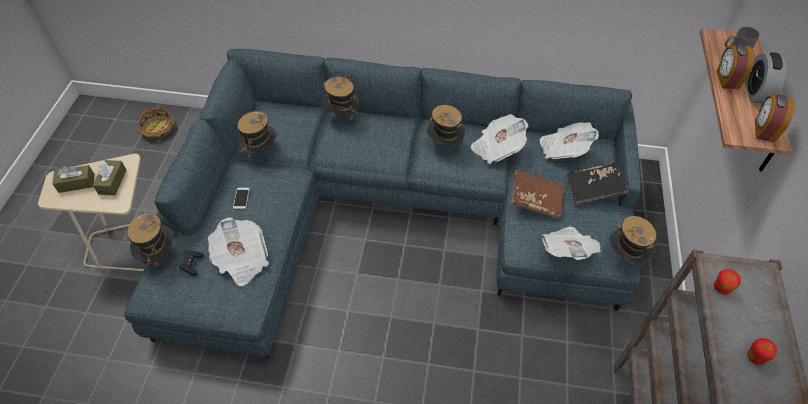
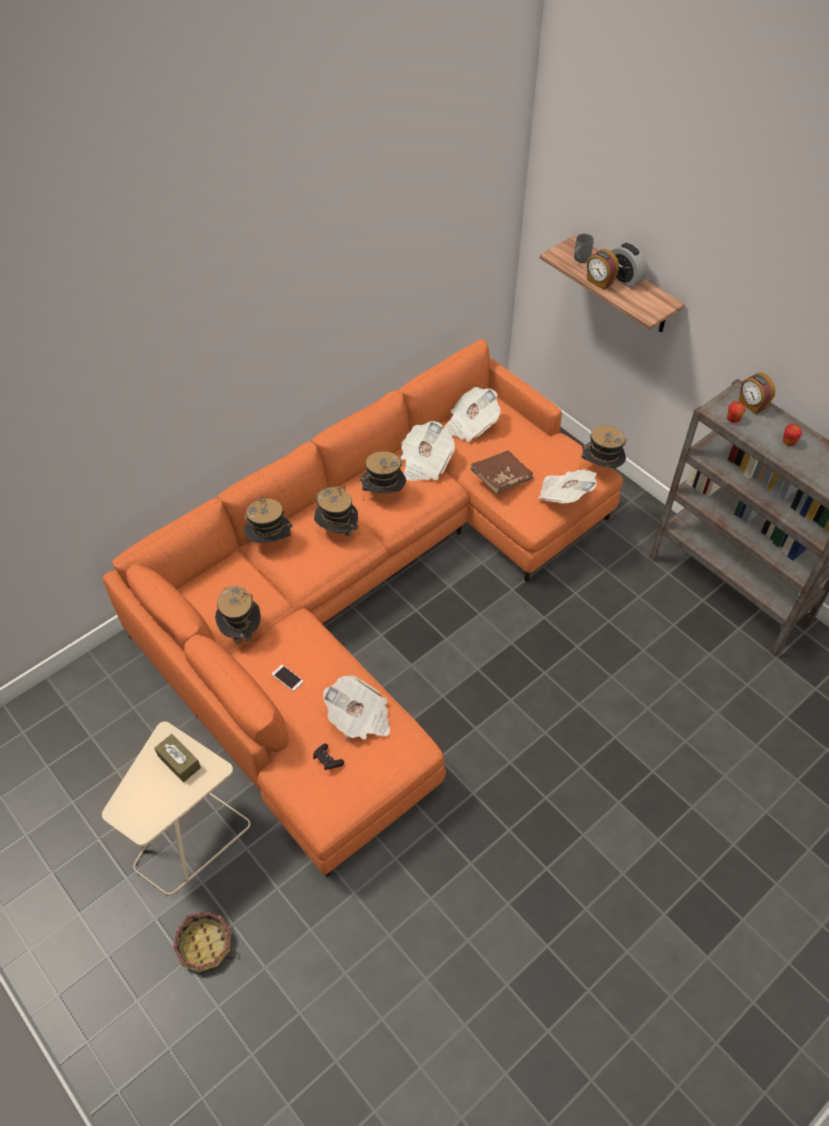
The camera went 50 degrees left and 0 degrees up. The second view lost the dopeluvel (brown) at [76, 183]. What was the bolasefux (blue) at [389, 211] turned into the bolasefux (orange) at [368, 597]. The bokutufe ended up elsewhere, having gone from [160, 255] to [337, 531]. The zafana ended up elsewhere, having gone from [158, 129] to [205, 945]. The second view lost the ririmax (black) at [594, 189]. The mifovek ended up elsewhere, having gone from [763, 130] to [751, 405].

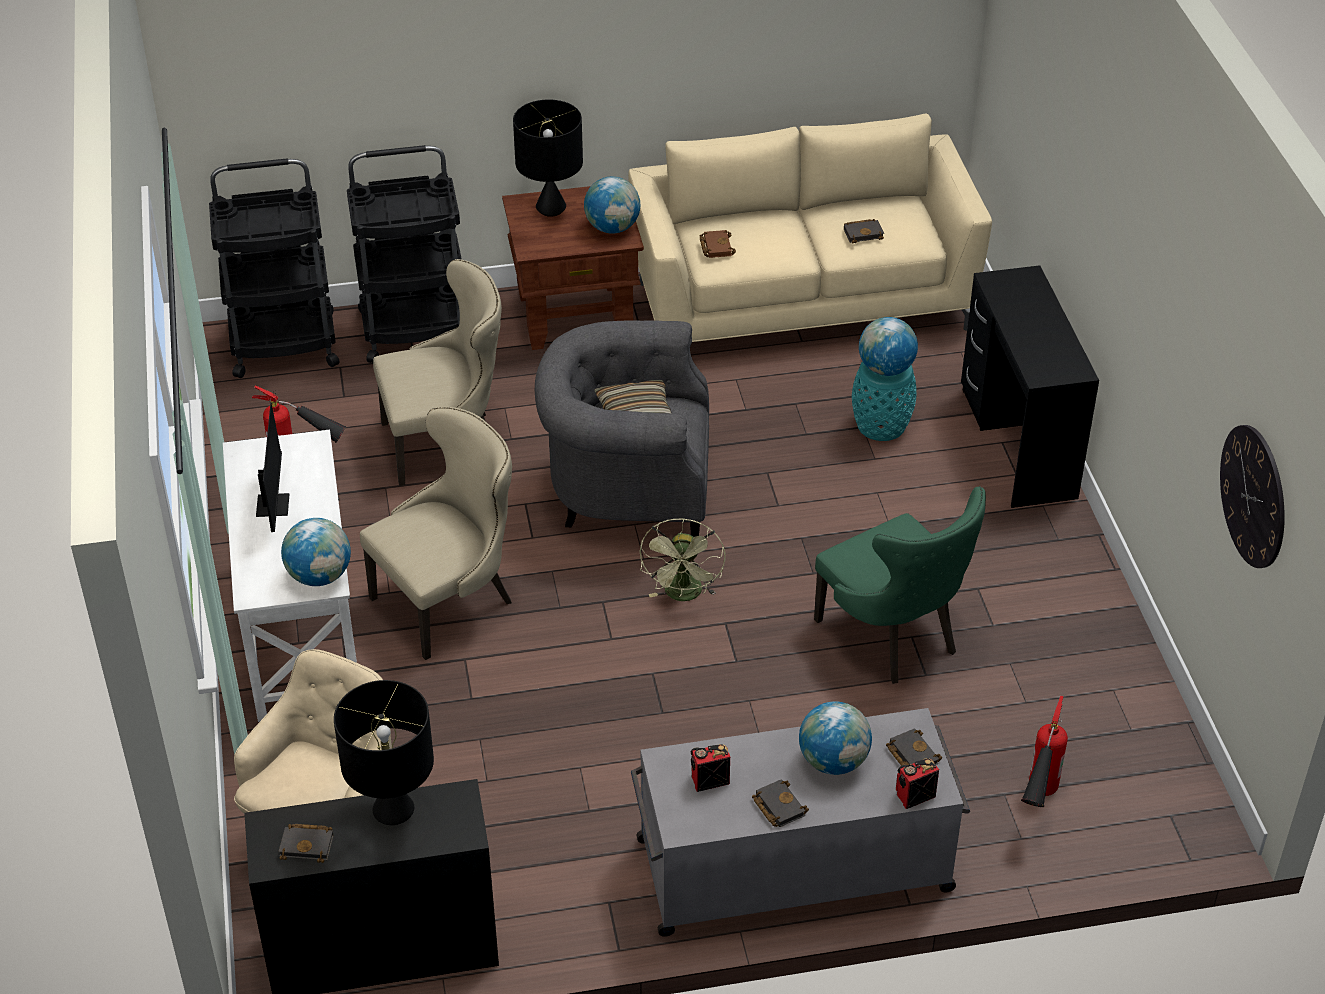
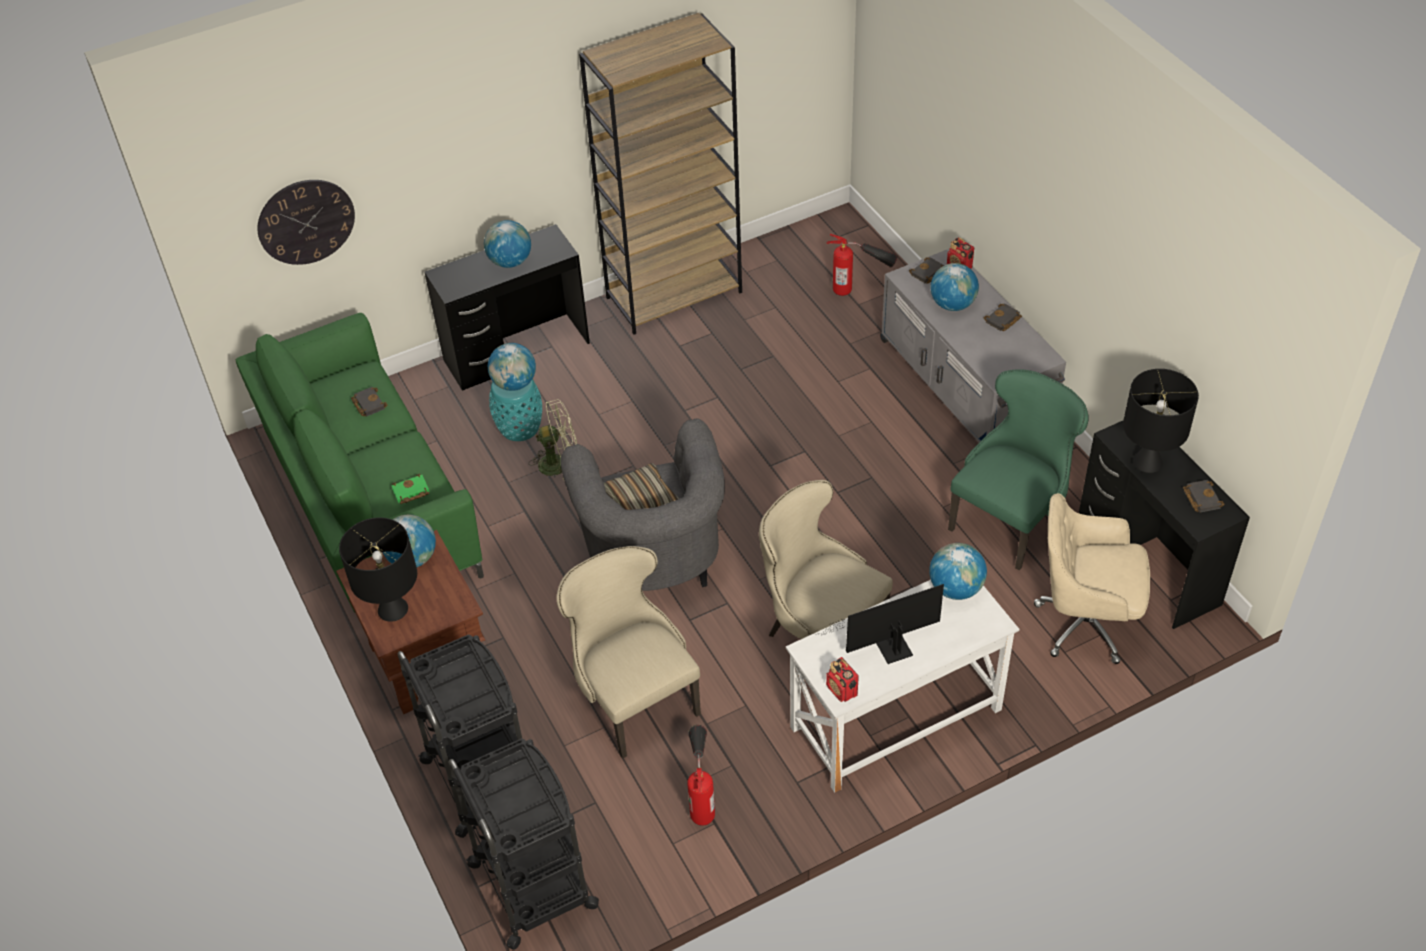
The camera went 105 degrees left and 5 degrees up. What was the bolasefux (beige) at [802, 303] turned into the bolasefux (green) at [371, 507]. The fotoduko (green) ended up elsewhere, having gone from [684, 595] to [559, 463]. The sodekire ended up elsewhere, having gone from [709, 780] to [842, 691]. What was the ririmax (brown) at [715, 246] turned into the ririmax (green) at [410, 492]. The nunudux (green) ended up elsewhere, having gone from [893, 636] to [1010, 520]. The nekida ended up elsewhere, having gone from [1253, 496] to [306, 221]. The second view gained the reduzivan at [510, 261]. The second view gained the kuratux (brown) at [674, 294].

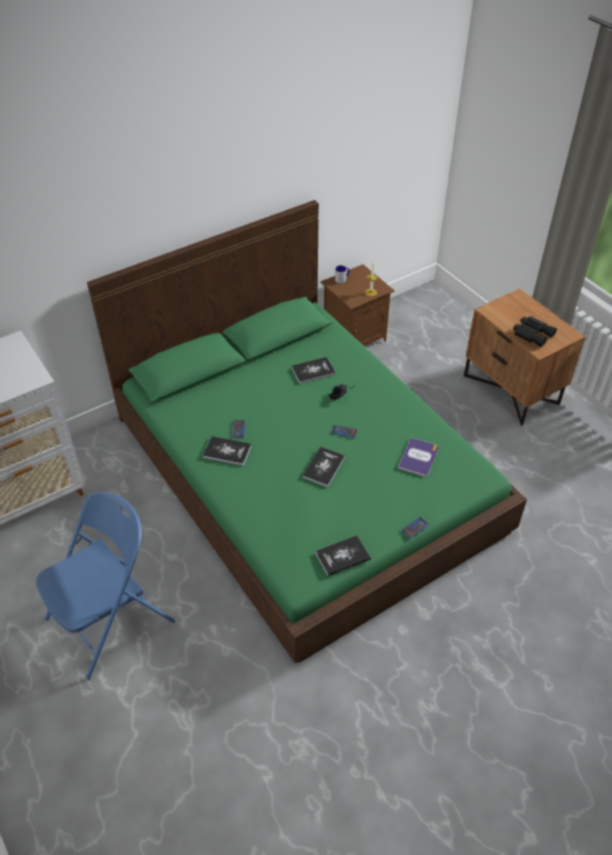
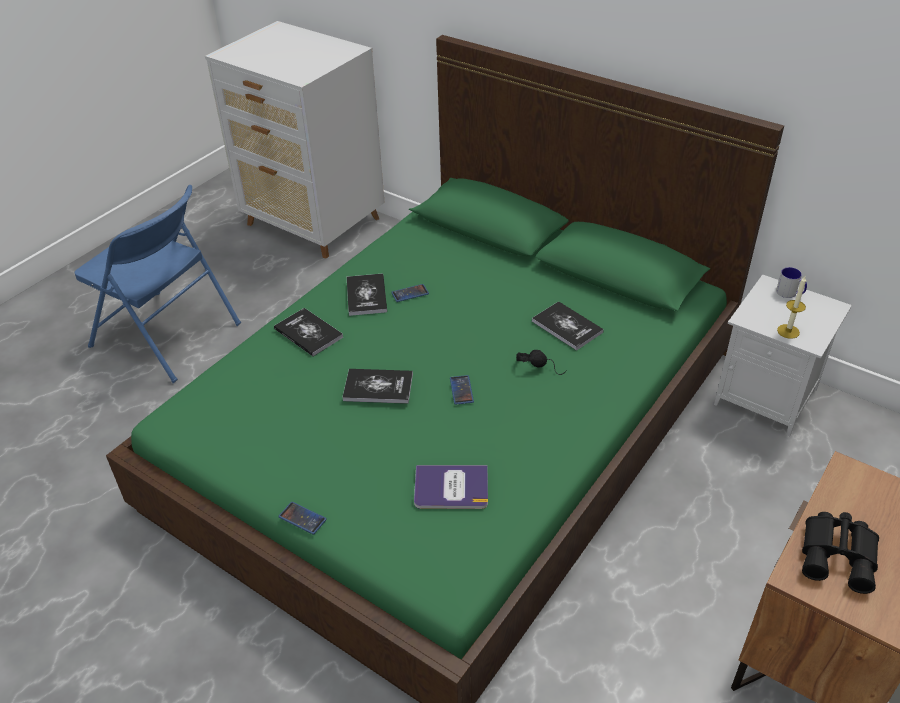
The camera went 70 degrees right and 5 degrees down. The ririmax ended up elsewhere, having gone from [342, 556] to [308, 333]. What was the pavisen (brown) at [354, 335] turned into the pavisen (grey) at [768, 396].

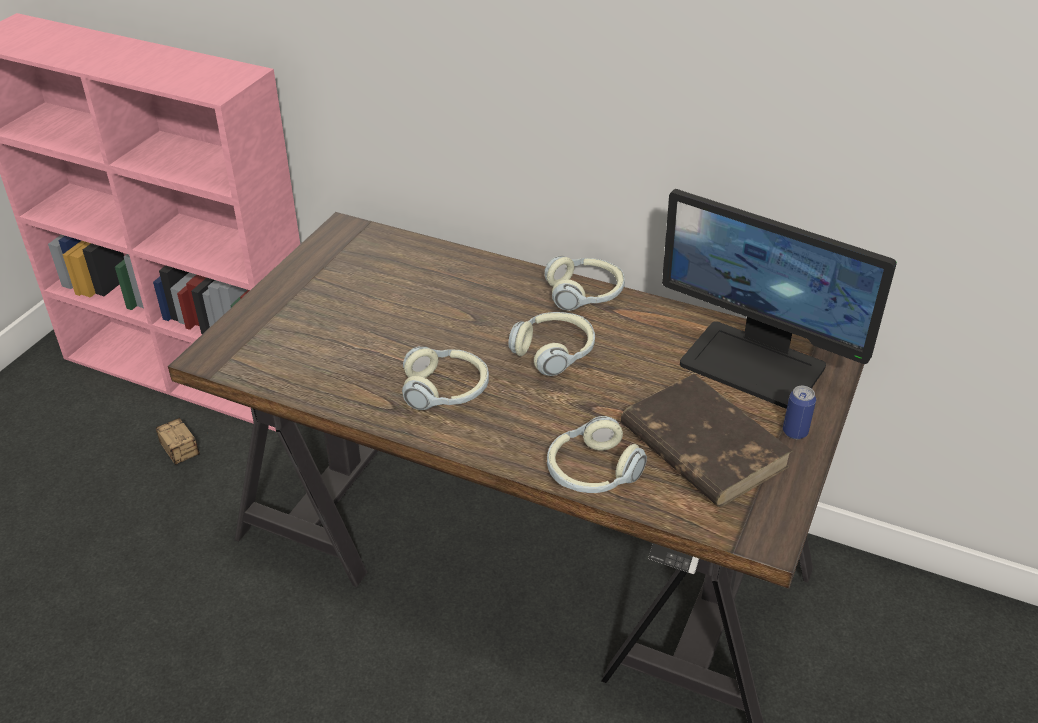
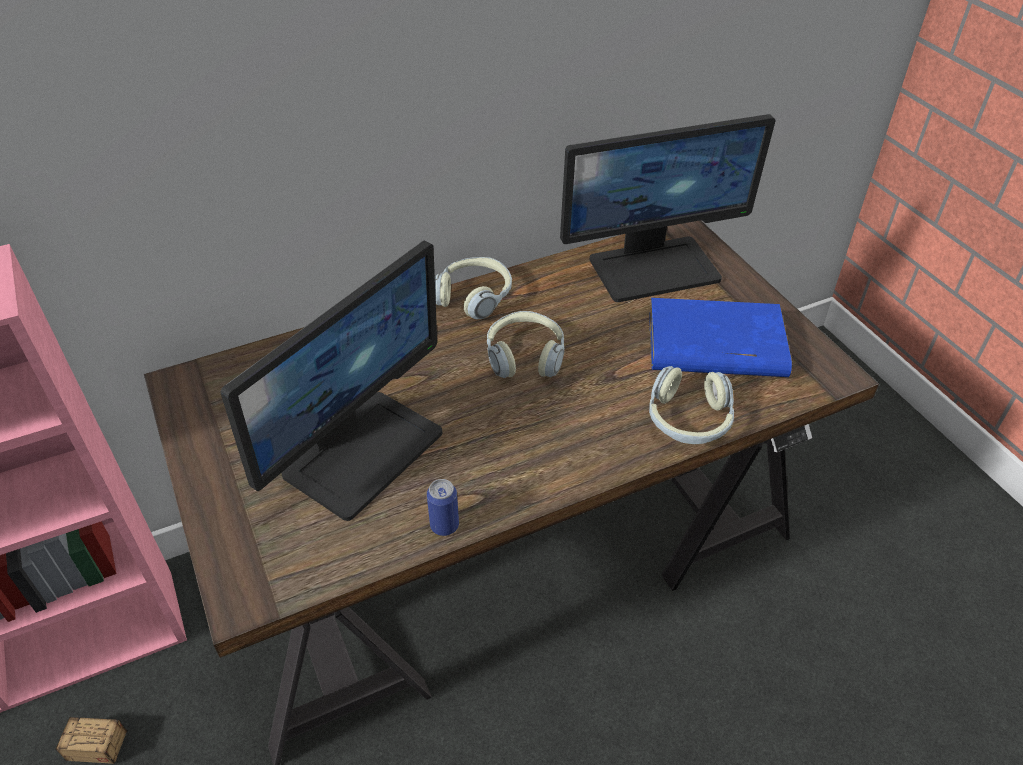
The camera went 50 degrees left and 5 degrees up. The second view lost the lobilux at [446, 390]. What was the ririmax (brown) at [701, 445] turned into the ririmax (blue) at [714, 345]. The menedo ended up elsewhere, having gone from [795, 432] to [444, 526]. The second view gained the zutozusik at [362, 451].

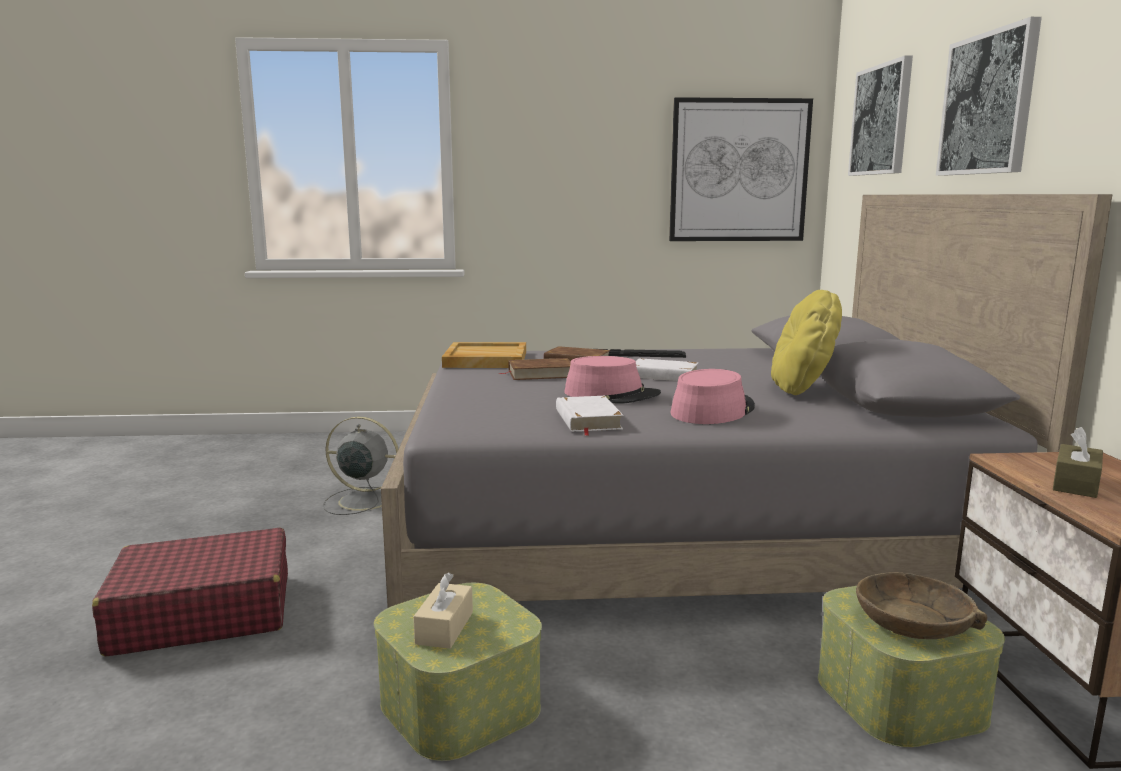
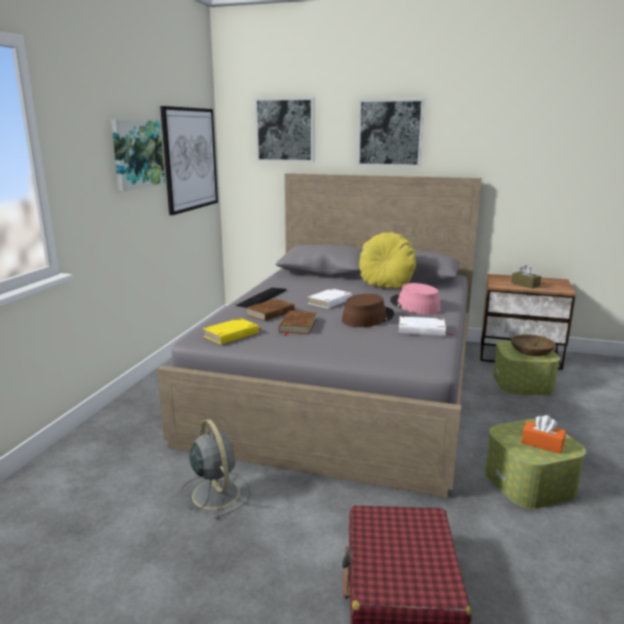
The camera went 70 degrees left and 5 degrees up. The fotoduko (grey) at [362, 500] ended up facing another way, 120 degrees clockwise from before. What was the dopeluvel (beige) at [444, 628] turned into the dopeluvel (orange) at [542, 444]. Where the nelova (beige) stood at [485, 359], the ririmax (yellow) came to stand at [231, 334]. What was the bokutufe (pink) at [612, 394] turned into the bokutufe (brown) at [367, 318]. The second view gained the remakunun at [137, 154].

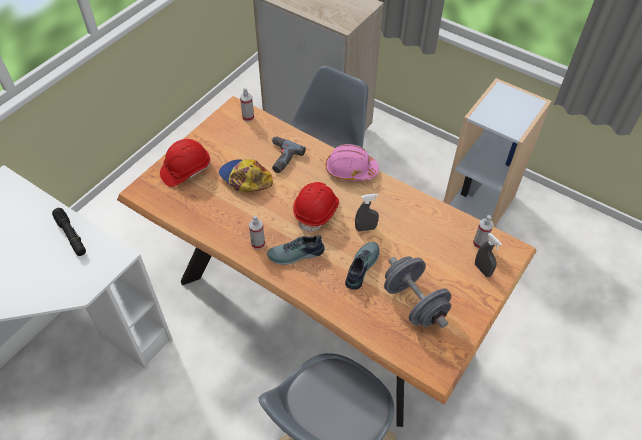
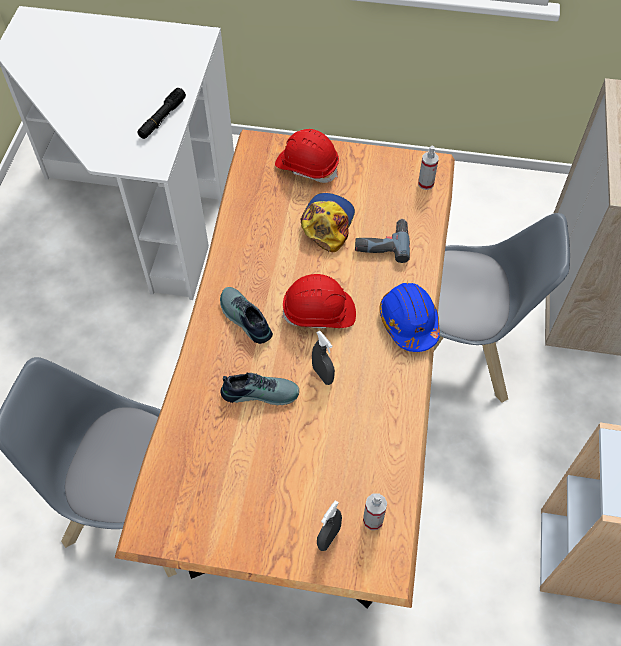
The camera went 65 degrees right and 5 degrees up. The second view lost the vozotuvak at [258, 243]. What was the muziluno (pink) at [350, 170] turned into the muziluno (blue) at [409, 322]. The second view lost the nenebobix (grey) at [414, 303].

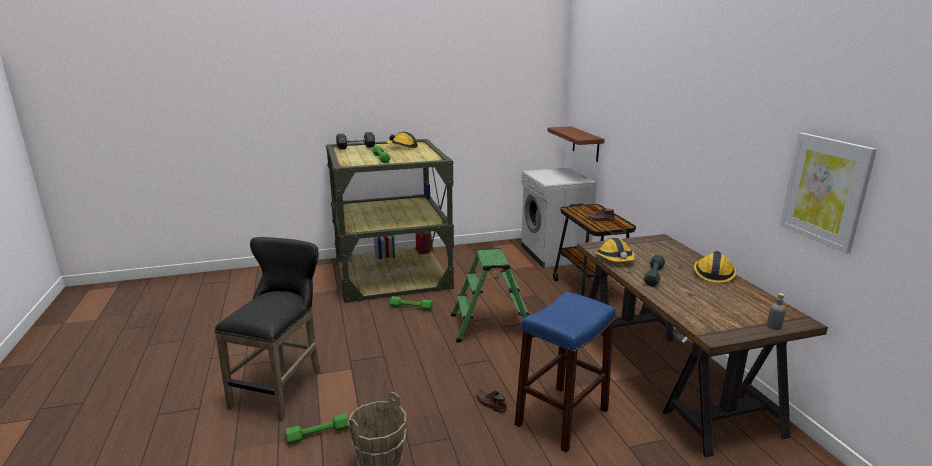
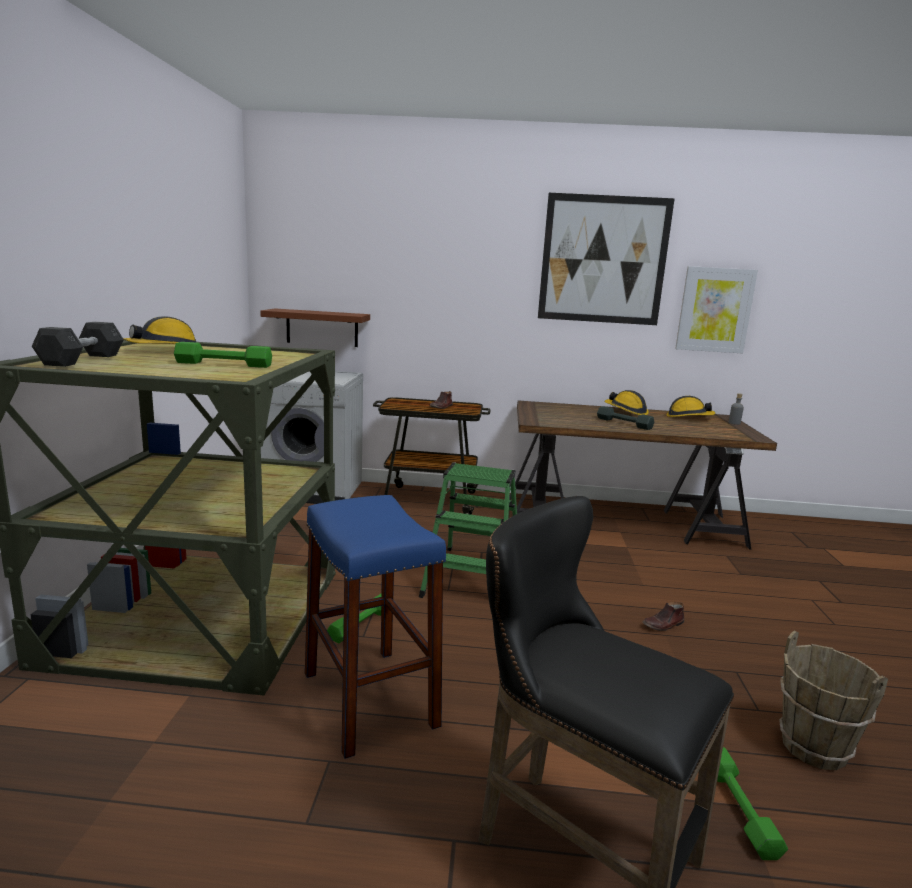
The camera went 70 degrees left and 5 degrees down. The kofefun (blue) ended up elsewhere, having gone from [562, 417] to [369, 698]. The muziluno ended up elsewhere, having gone from [615, 259] to [688, 417]. The second view gained the remakunun at [603, 260].

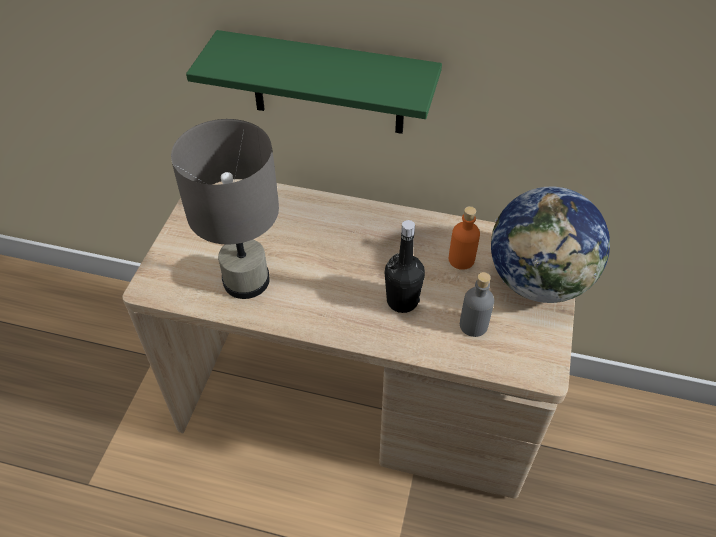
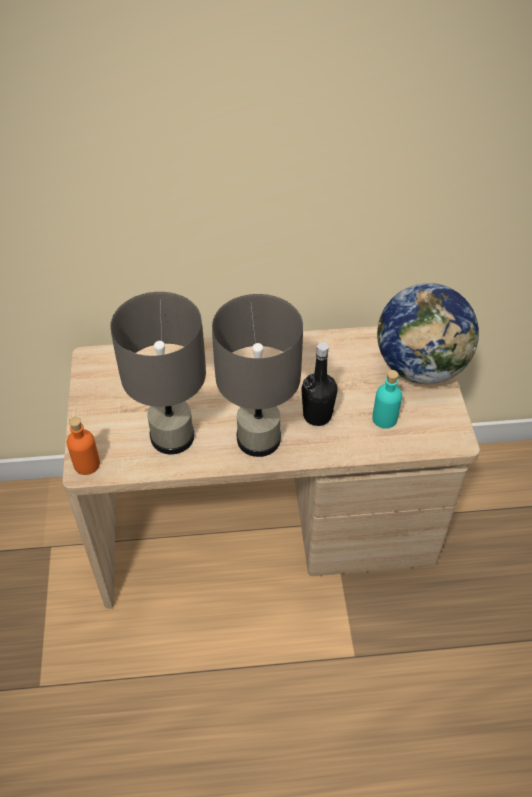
The camera went 20 degrees left and 0 degrees up. The second view lost the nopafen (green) at [327, 84]. The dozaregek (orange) ended up elsewhere, having gone from [461, 259] to [87, 464]. What was the dozaregek (grey) at [473, 325] turned into the dozaregek (turquoise) at [384, 418]. The second view gained the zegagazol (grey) at [258, 440].

